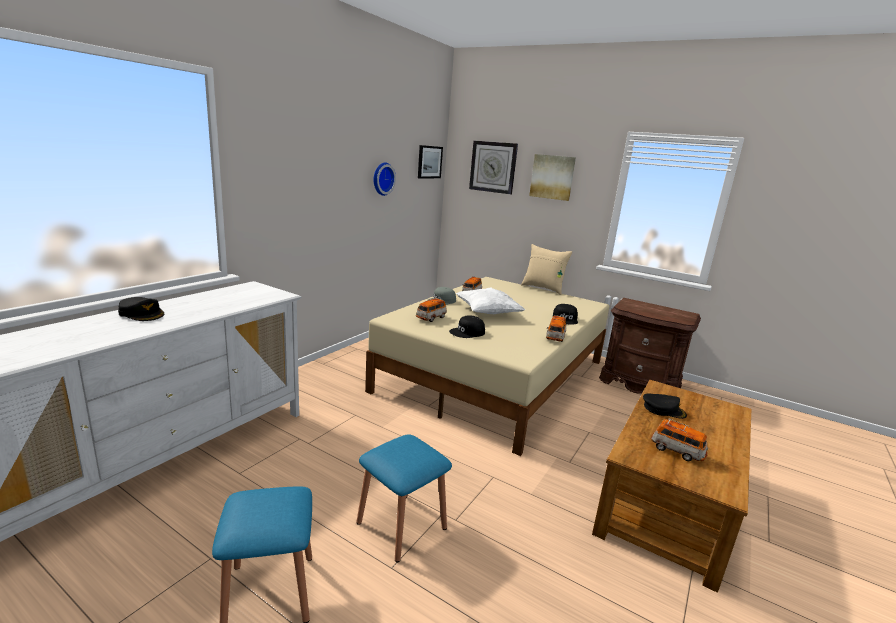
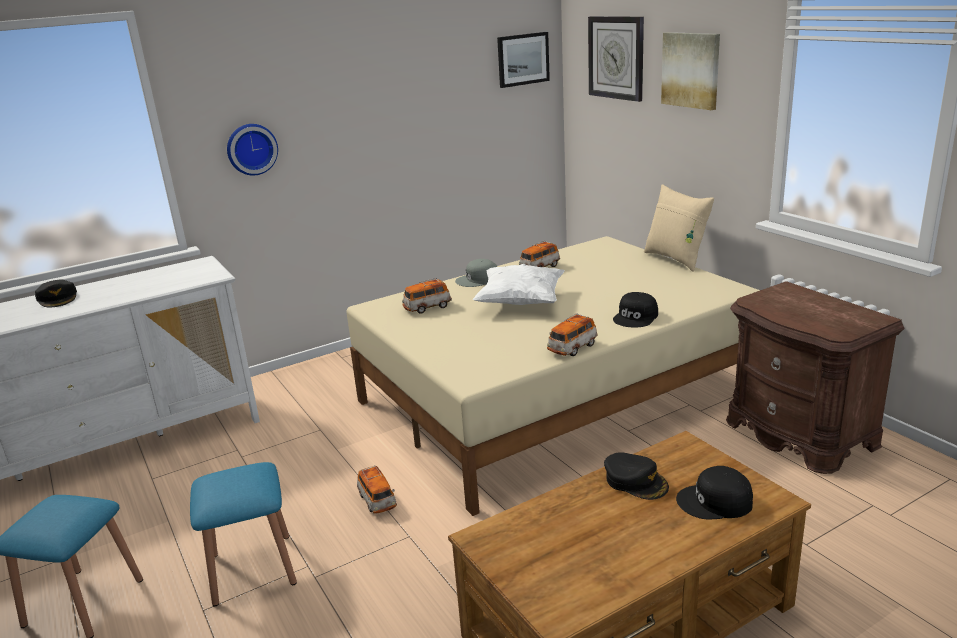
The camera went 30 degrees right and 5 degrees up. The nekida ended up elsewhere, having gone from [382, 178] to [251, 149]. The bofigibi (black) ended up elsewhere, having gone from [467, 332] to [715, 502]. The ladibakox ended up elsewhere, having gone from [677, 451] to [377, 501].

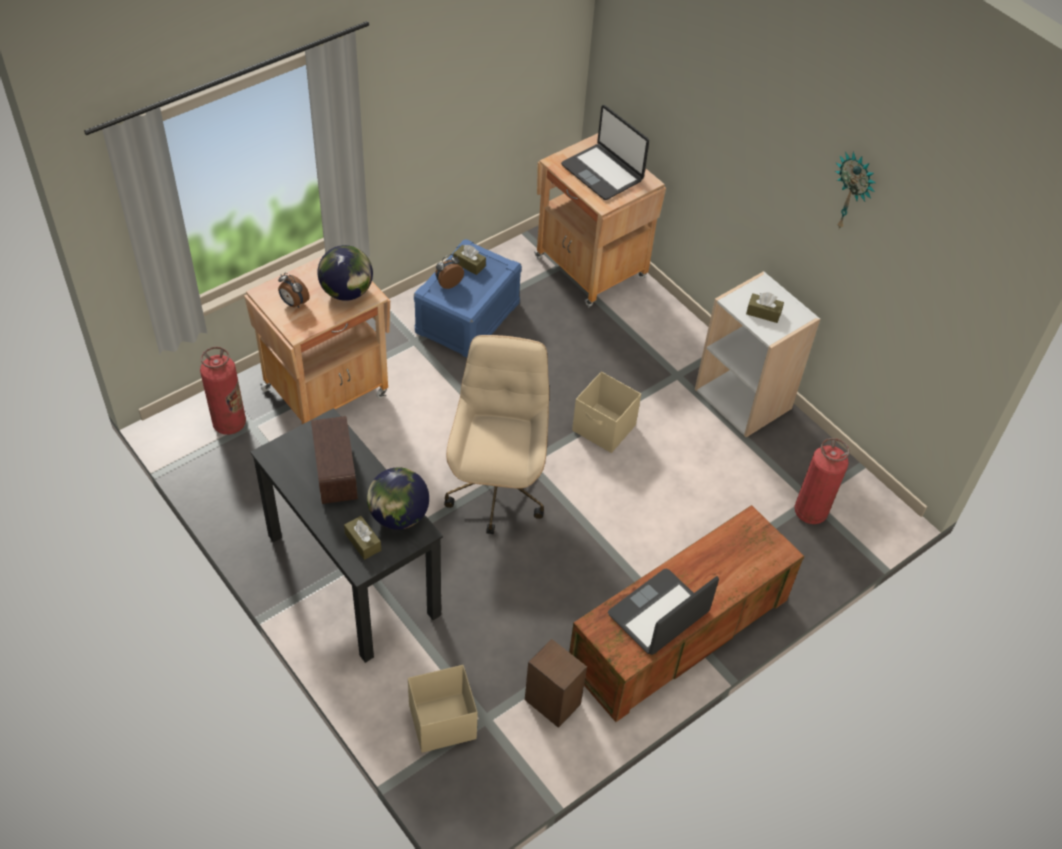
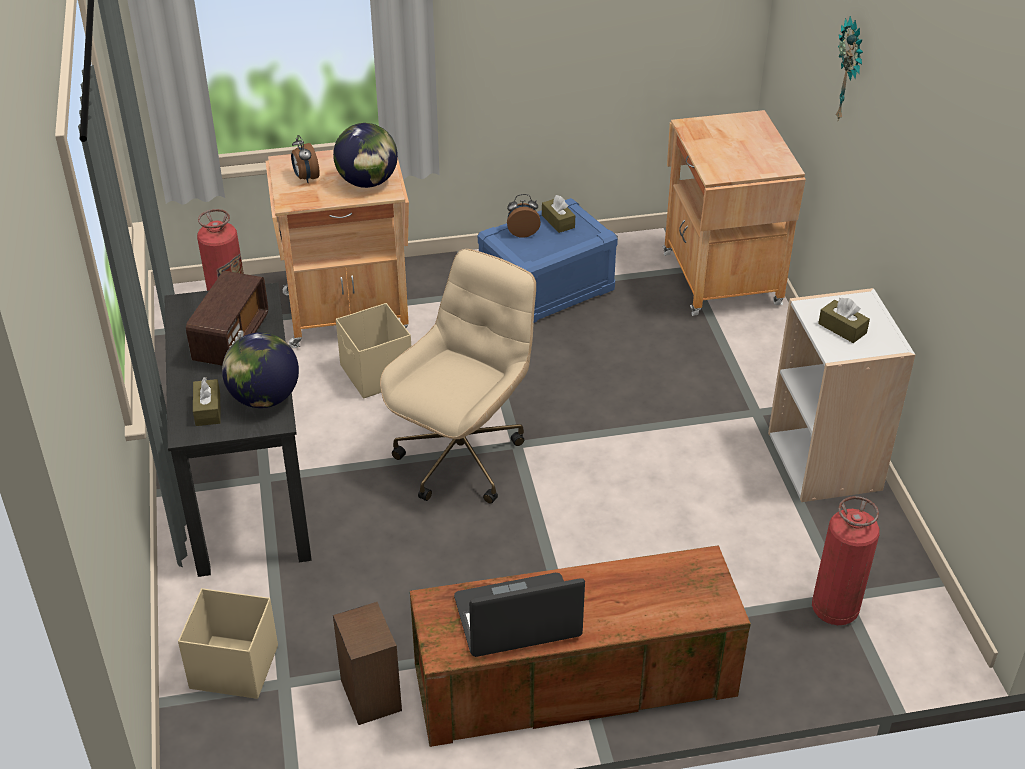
The camera went 30 degrees right and 10 degrees down. The second view lost the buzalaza at [603, 172]. The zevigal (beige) ended up elsewhere, having gone from [604, 429] to [376, 374]. The nekida ended up elsewhere, having gone from [853, 192] to [851, 71].

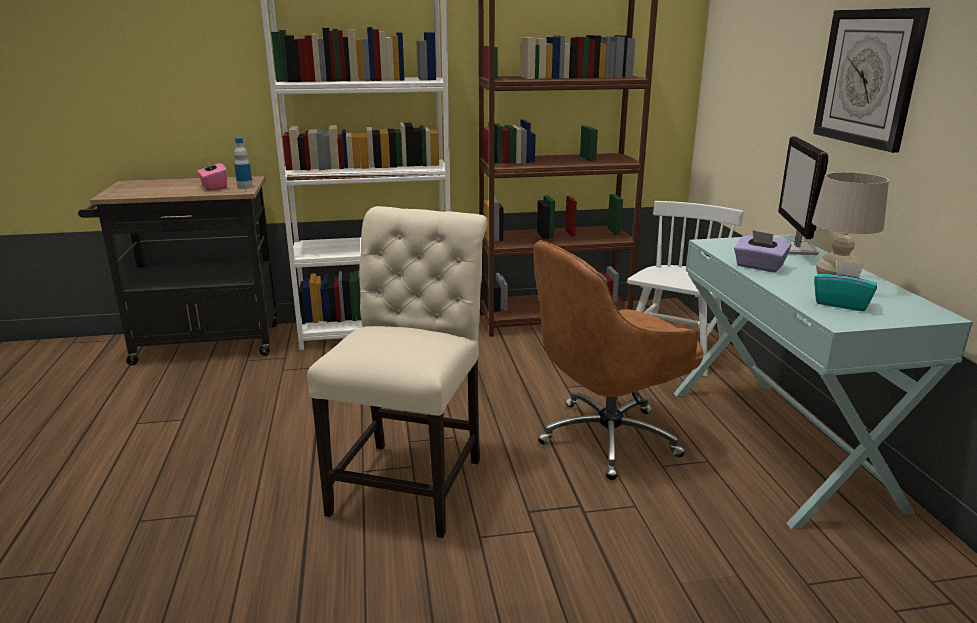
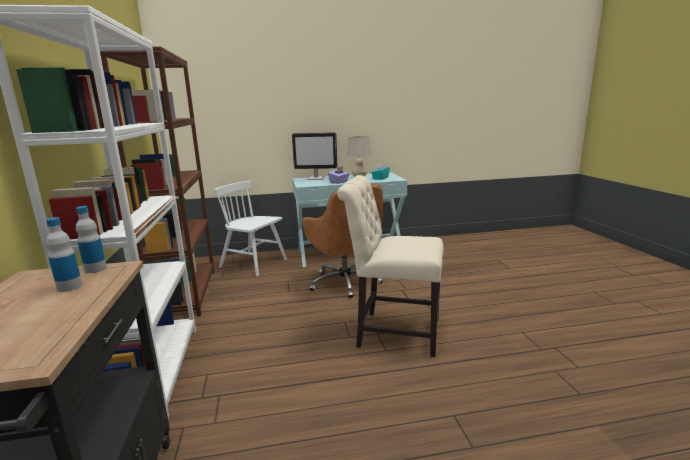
The camera went 90 degrees left and 5 degrees down. Where the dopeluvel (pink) stood at [214, 187], the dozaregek came to stand at [69, 287]. The second view lost the nekida at [868, 77].

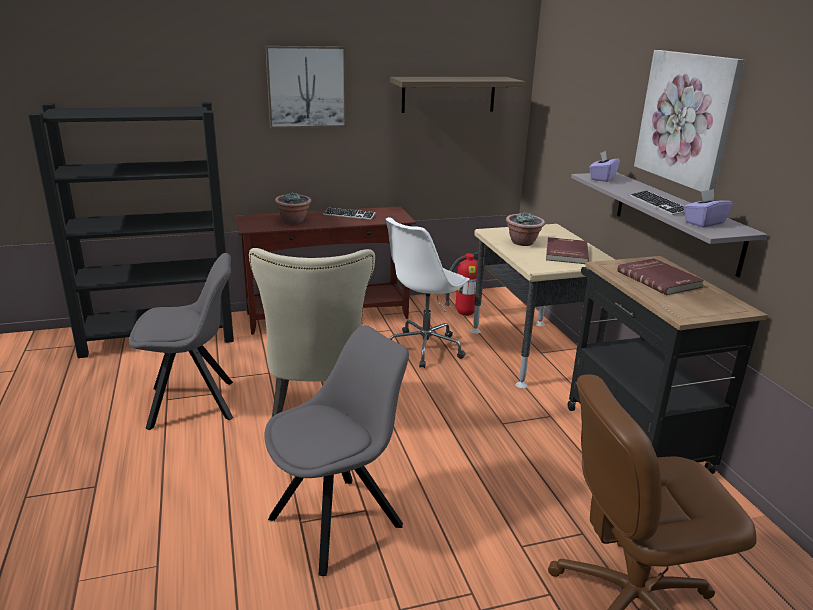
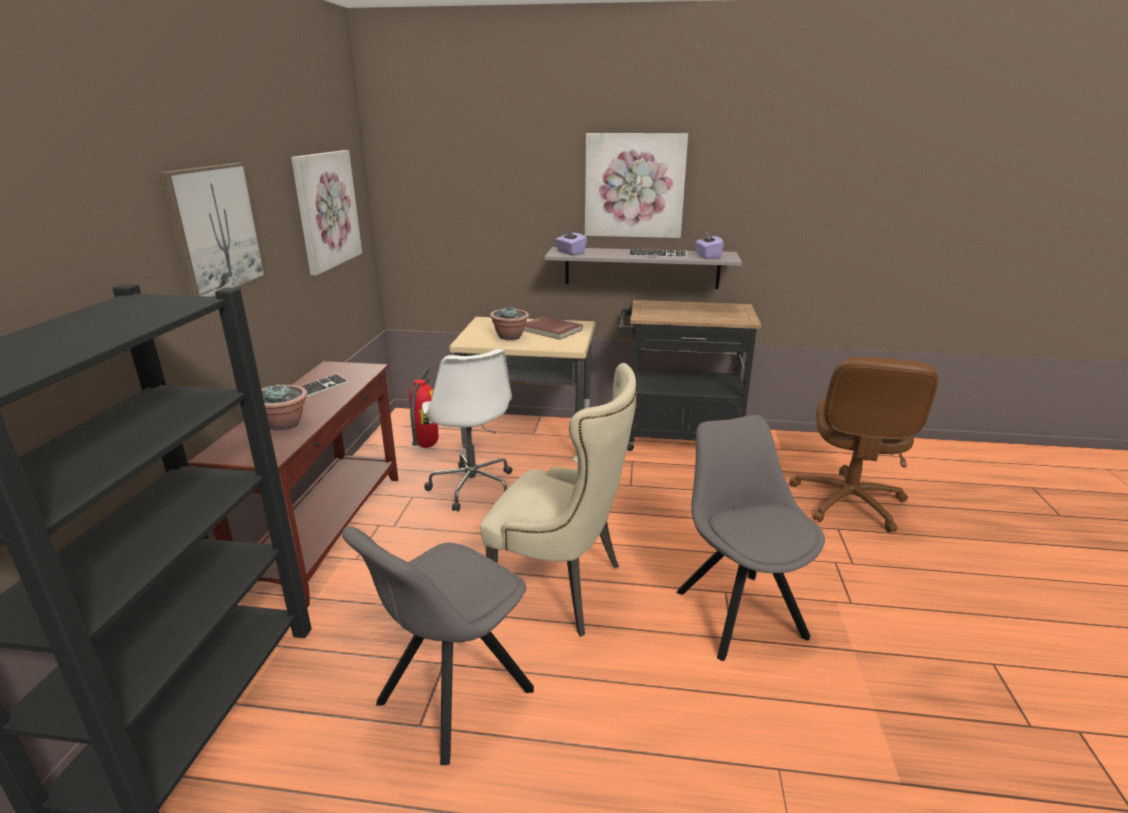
The camera went 65 degrees left and 0 degrees up. The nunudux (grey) at [193, 404] ended up facing another way, 150 degrees counterclockwise from before. Where the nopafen hung at [448, 94], the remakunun came to hang at [326, 210]. The second view lost the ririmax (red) at [659, 279].

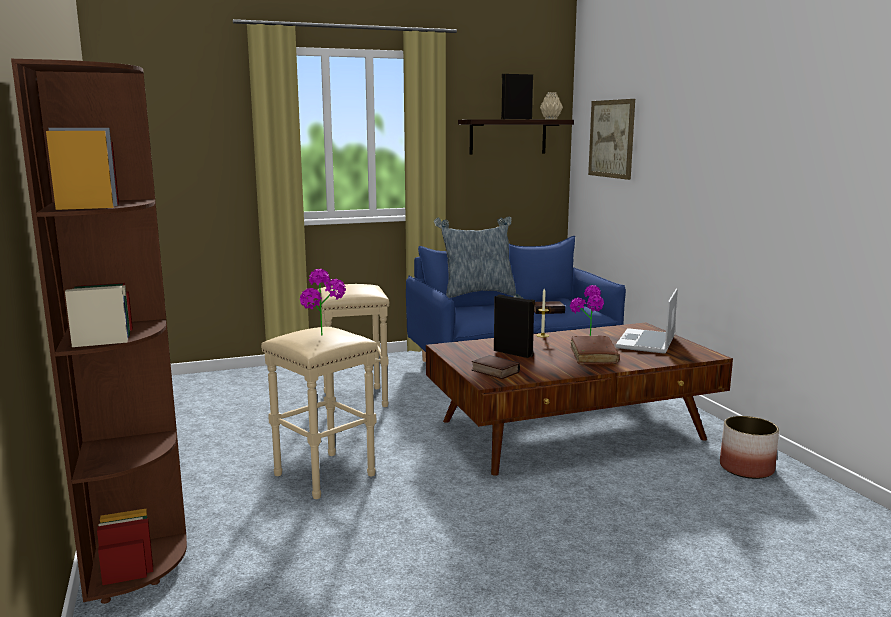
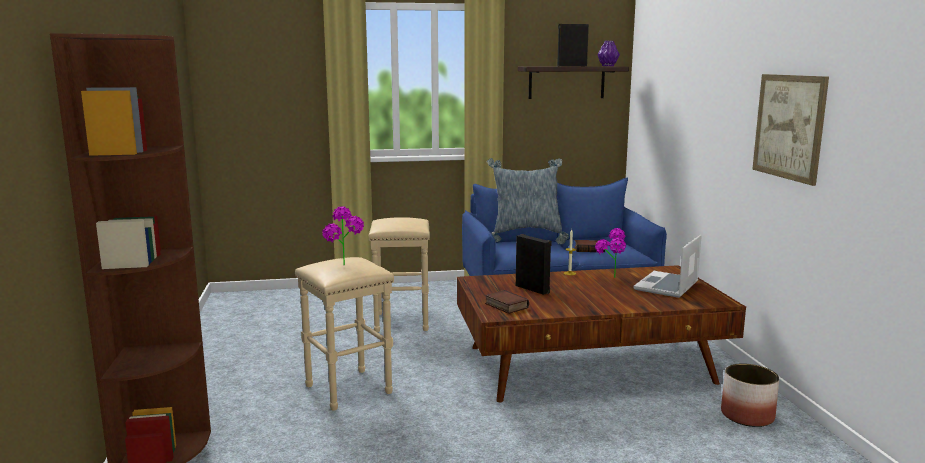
The camera went 10 degrees right and 0 degrees up. What was the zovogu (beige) at [551, 119] turned into the zovogu (purple) at [608, 66]. The second view lost the ririmax (brown) at [593, 356]. The remakunun ended up elsewhere, having gone from [611, 139] to [789, 127].

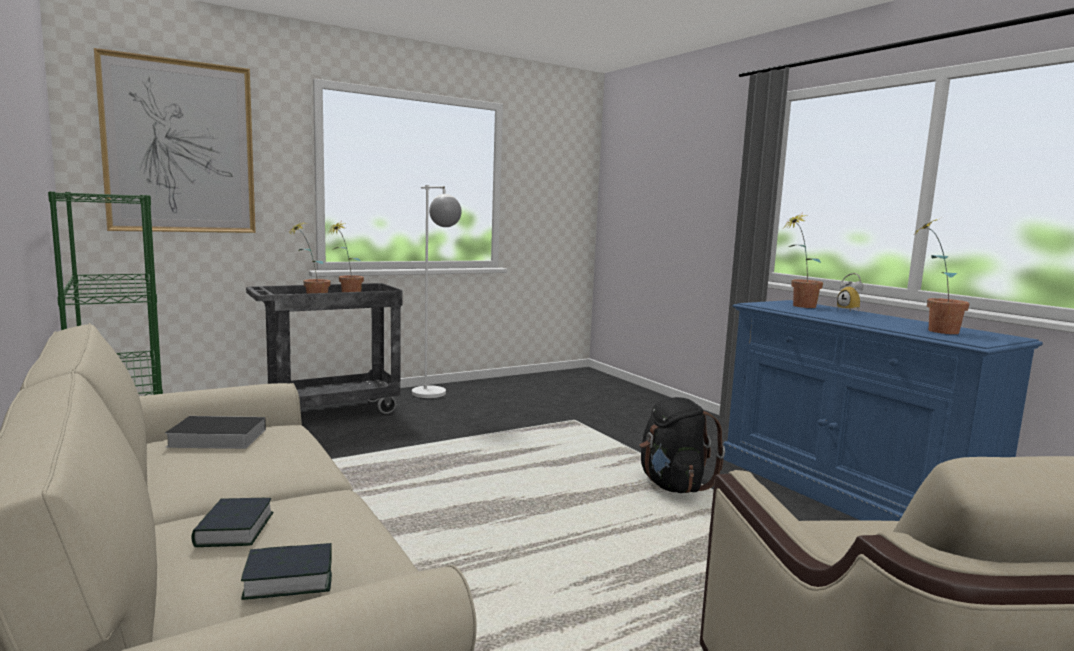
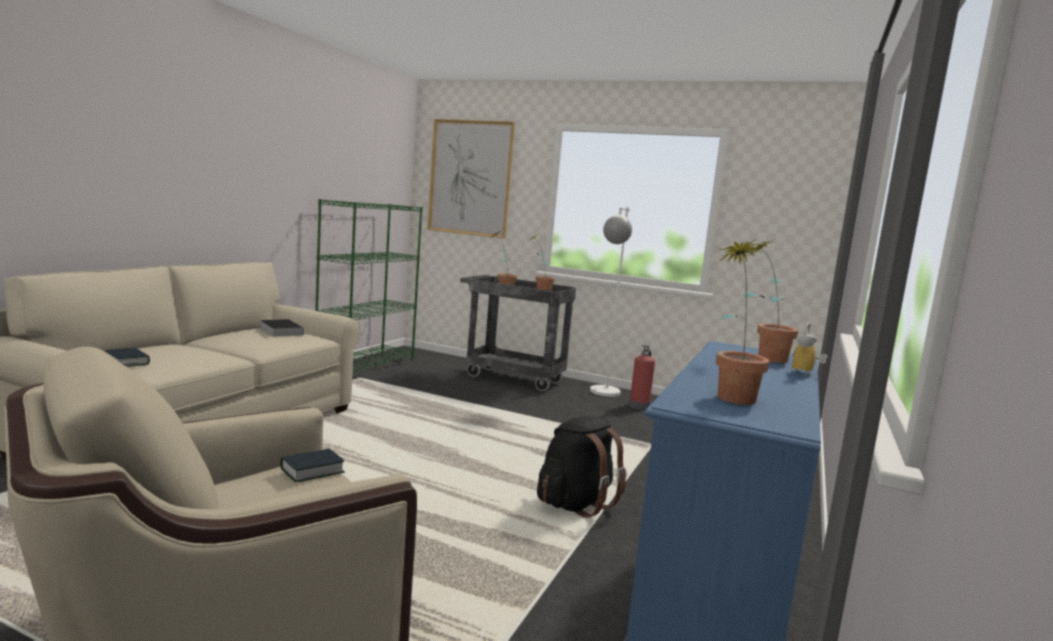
The camera went 55 degrees right and 0 degrees up. The ririmax ended up elsewhere, having gone from [234, 530] to [312, 471]. The second view gained the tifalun at [639, 406].

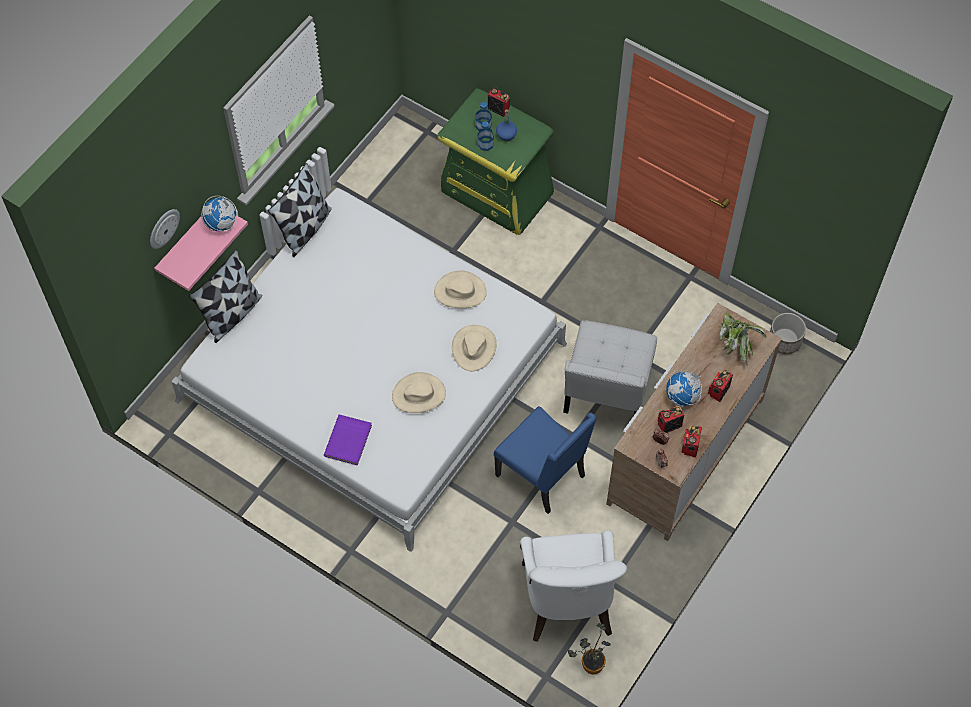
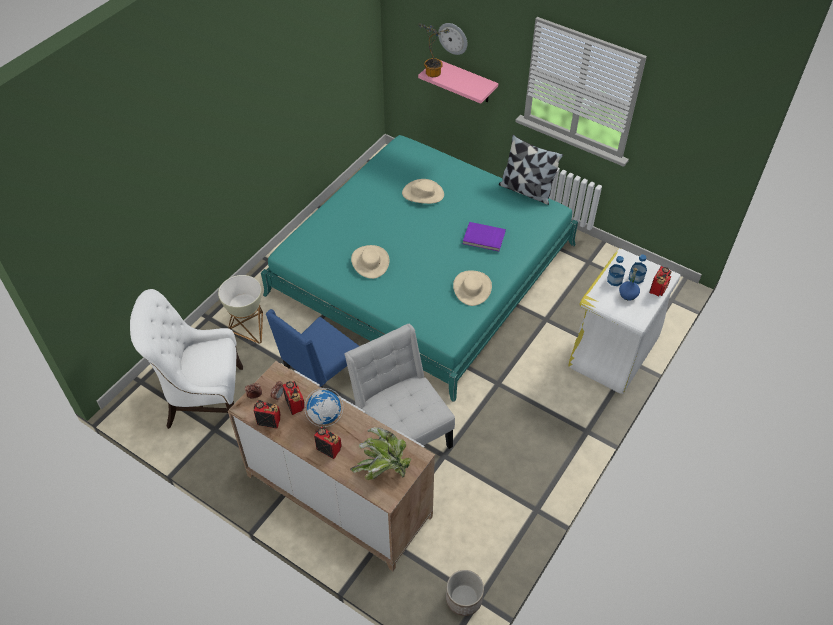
The camera went 90 degrees right and 10 degrees down. What was the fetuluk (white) at [373, 373] turned into the fetuluk (turquoise) at [422, 269]. The second view lost the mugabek at [232, 314]. The second view lost the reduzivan at [221, 224]. The ririmax (purple) ended up elsewhere, having gone from [349, 441] to [483, 238]. What was the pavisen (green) at [497, 193] turned into the pavisen (white) at [613, 350]. The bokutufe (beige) ended up elsewhere, having gone from [474, 348] to [423, 193]. The nunudux (white) at [605, 393] ended up facing another way, 45 degrees clockwise from before. The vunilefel ended up elsewhere, having gone from [589, 665] to [433, 71]. The second view gained the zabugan at [249, 328].

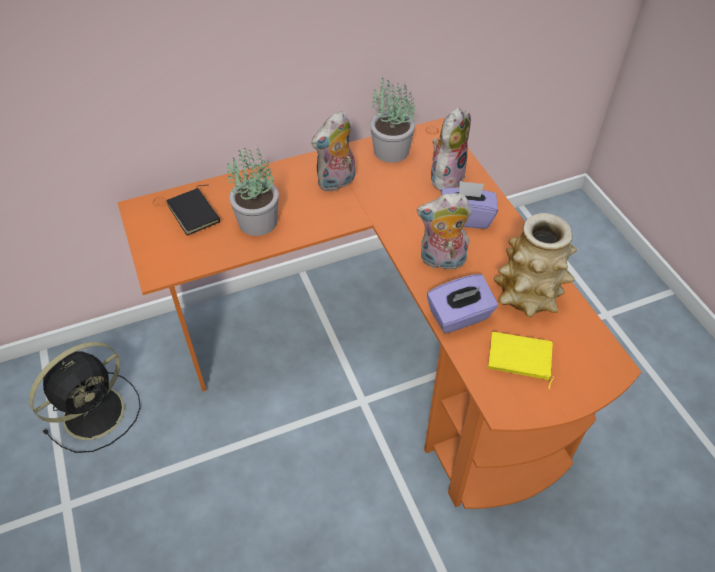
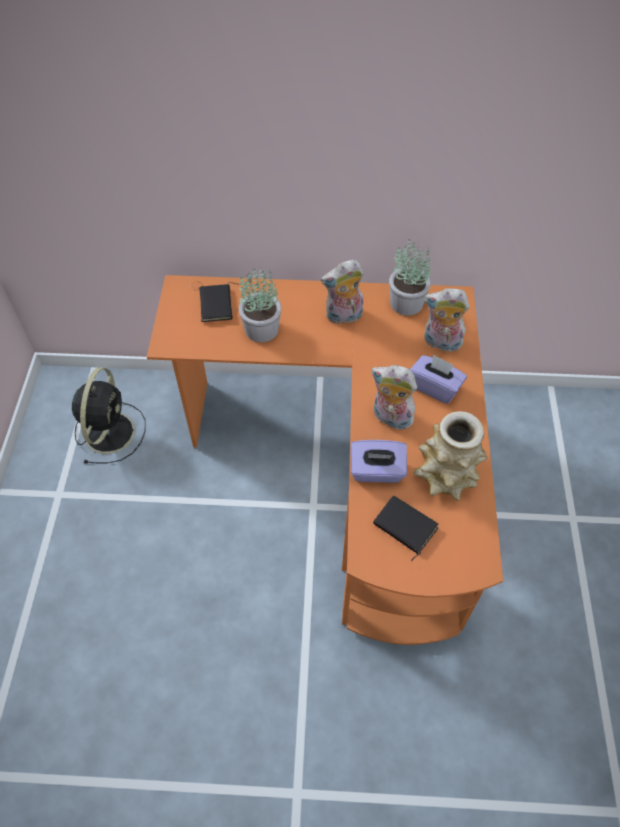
The camera went 25 degrees right and 5 degrees up. The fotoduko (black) at [96, 410] ended up facing another way, 60 degrees counterclockwise from before. The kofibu at [446, 176] ended up facing another way, 135 degrees counterclockwise from before. What was the ririmax (yellow) at [519, 360] turned into the ririmax (black) at [404, 527].

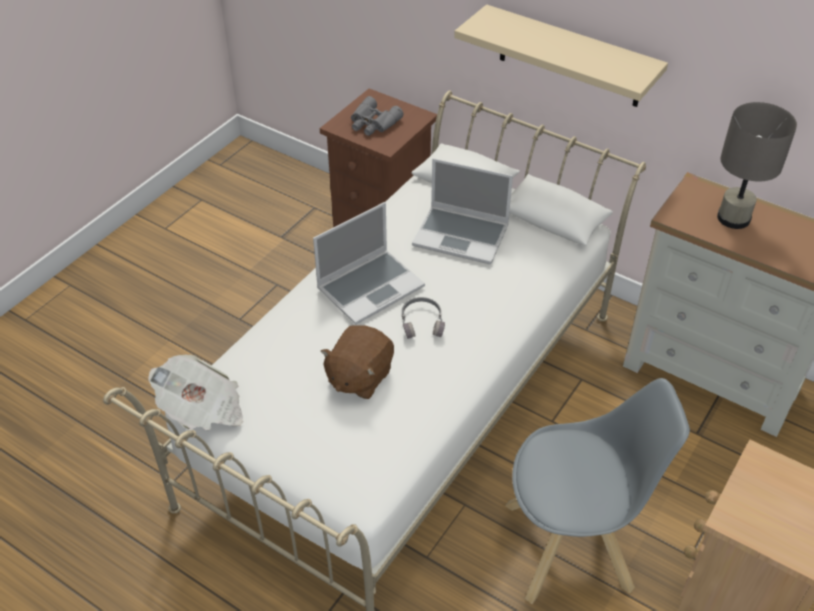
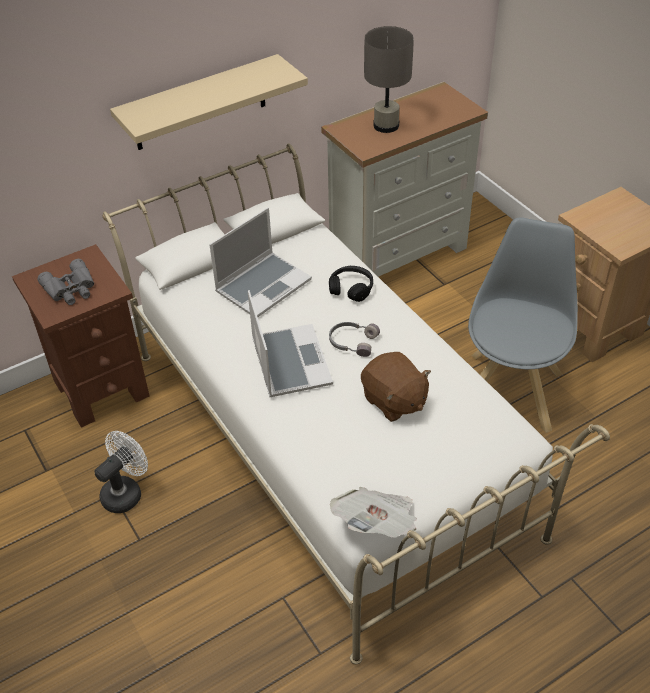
The camera went 65 degrees left and 0 degrees up. The second view gained the fotoduko (white) at [126, 492]. The second view gained the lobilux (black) at [351, 288].

